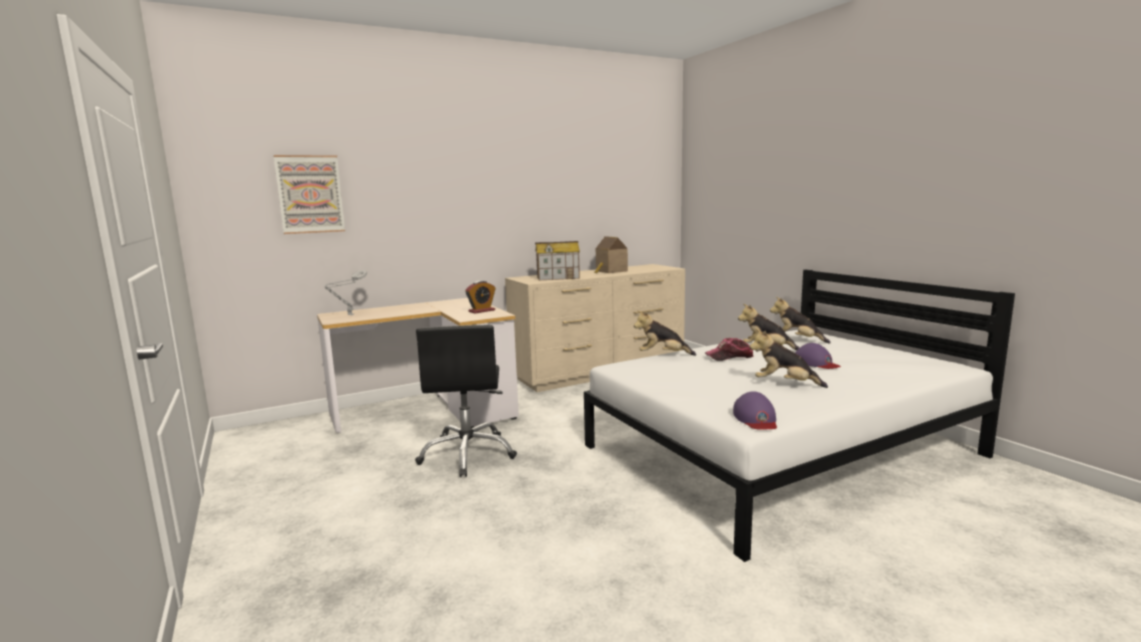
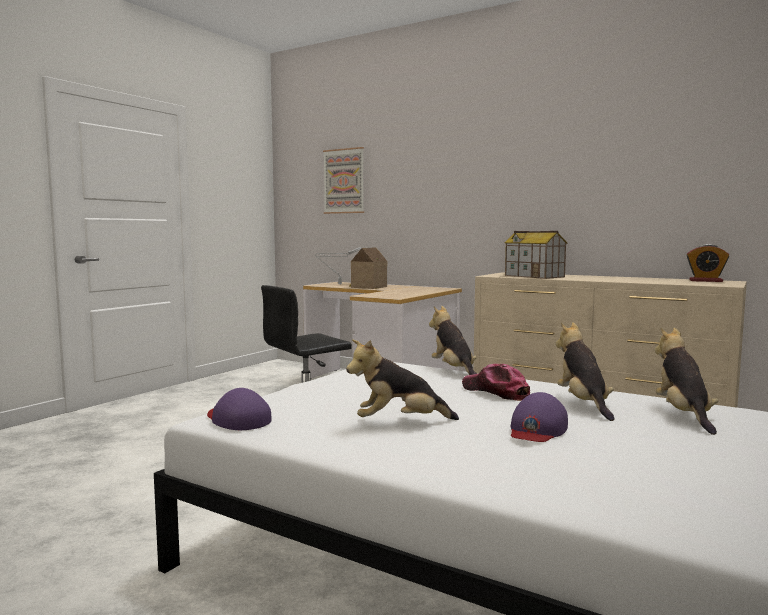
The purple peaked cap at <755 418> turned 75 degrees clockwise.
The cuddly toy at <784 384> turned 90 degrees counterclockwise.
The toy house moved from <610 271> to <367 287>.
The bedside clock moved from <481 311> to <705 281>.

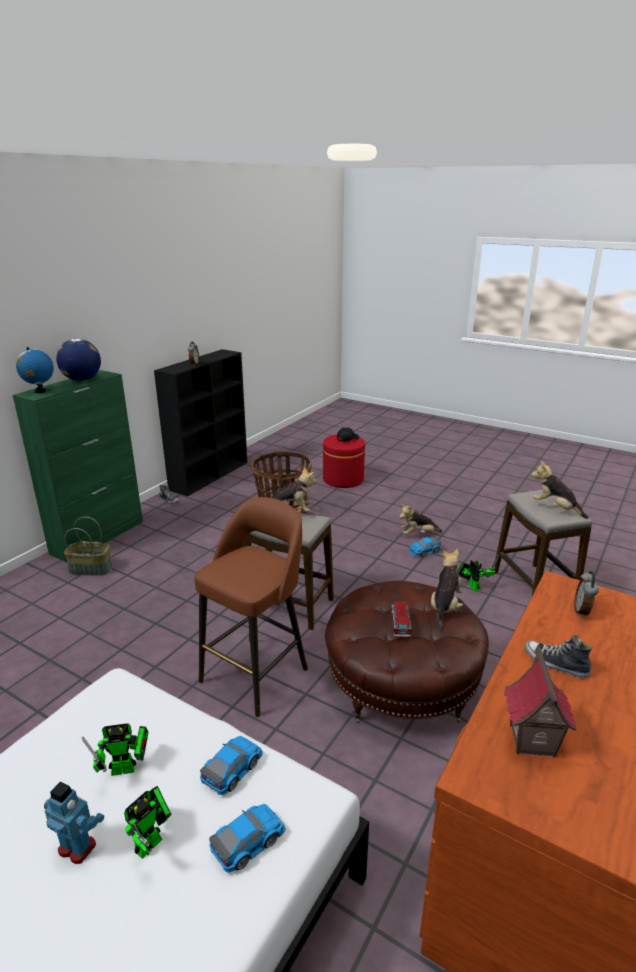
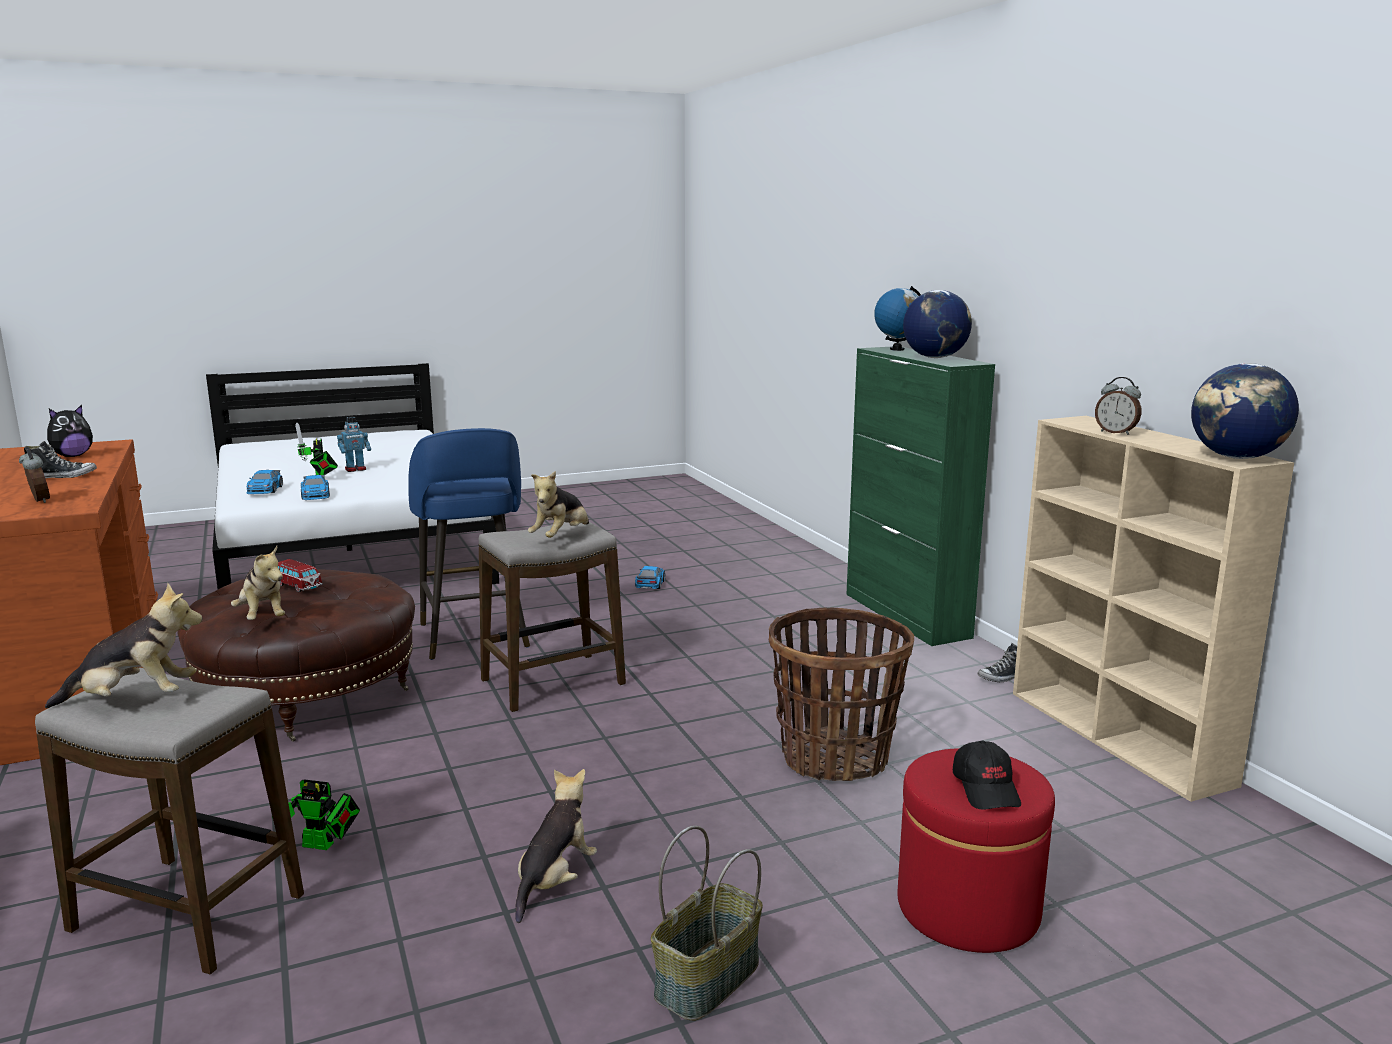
The toy house at <531 740> was replaced by the cuddly toy at <72 456>.
The brown stool seat at <256 673> became the bluish stool seat at <474 637>.
The miniature car moved from <424 551> to <650 584>.
The storage basket moved from <91 569> to <708 980>.
The blackish bookshelf at <210 475> became the beige bookshelf at <1119 737>.
The world globe at <1237 457> appeared.
The toy robot at <127 769> disappeared.

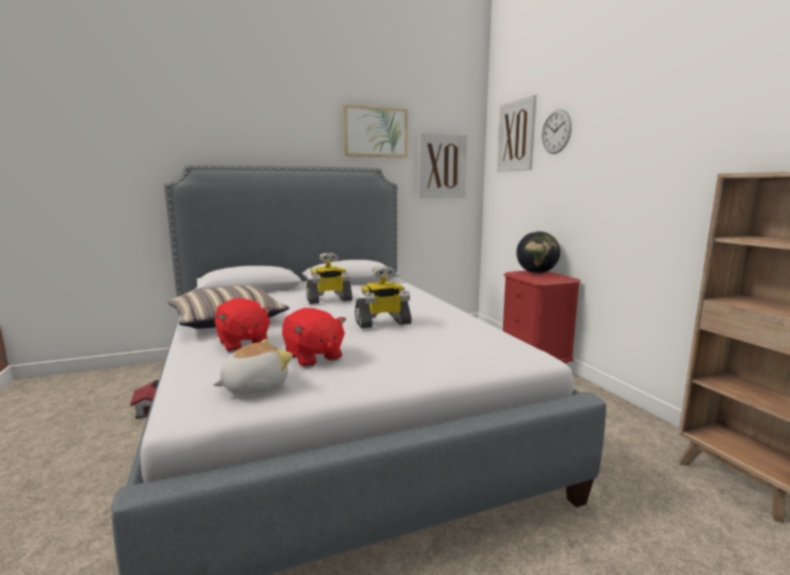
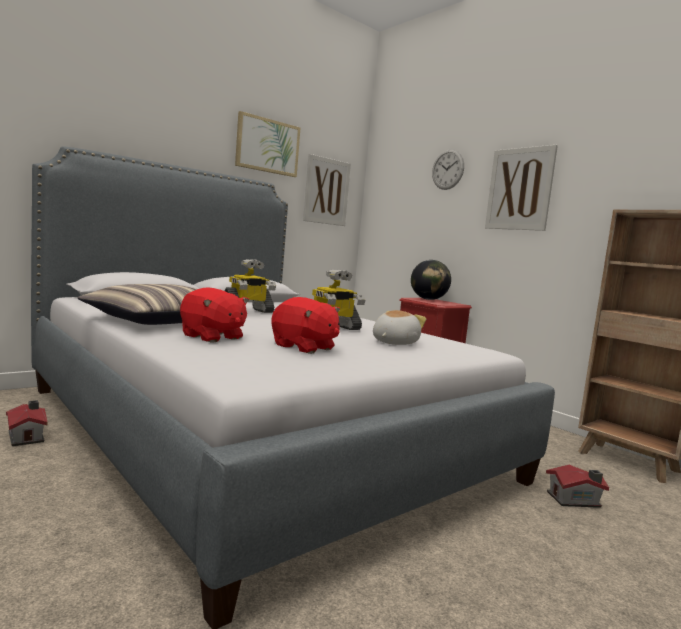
The cuddly toy moved from <254 386> to <393 343>.
The wall art moved from <516 136> to <519 189>.
The toy house at <575 500> appeared.

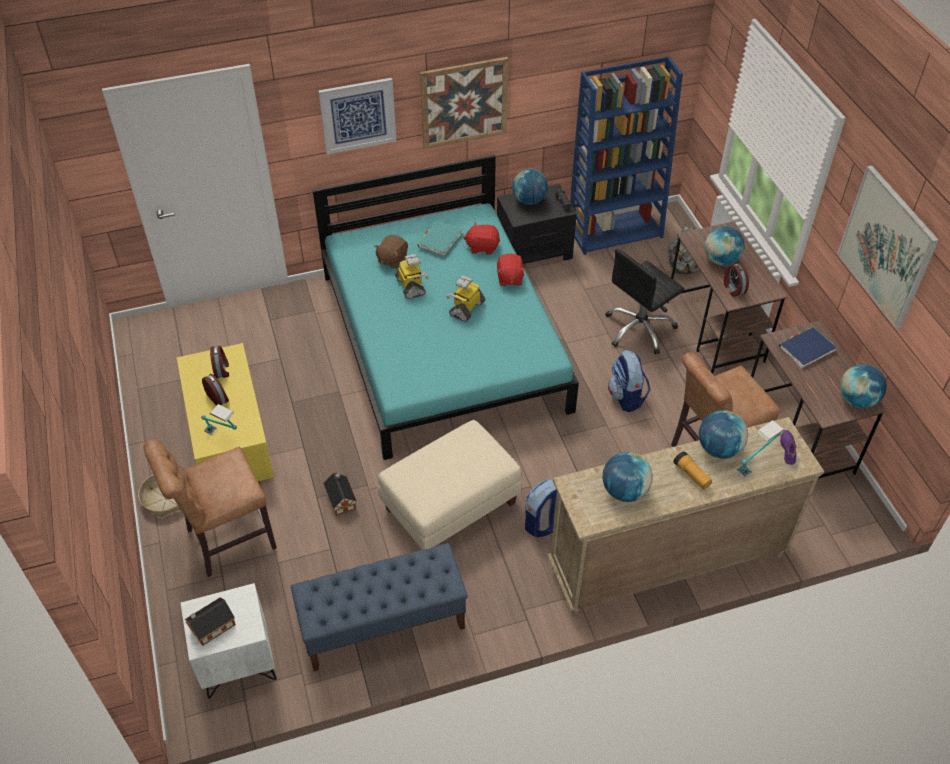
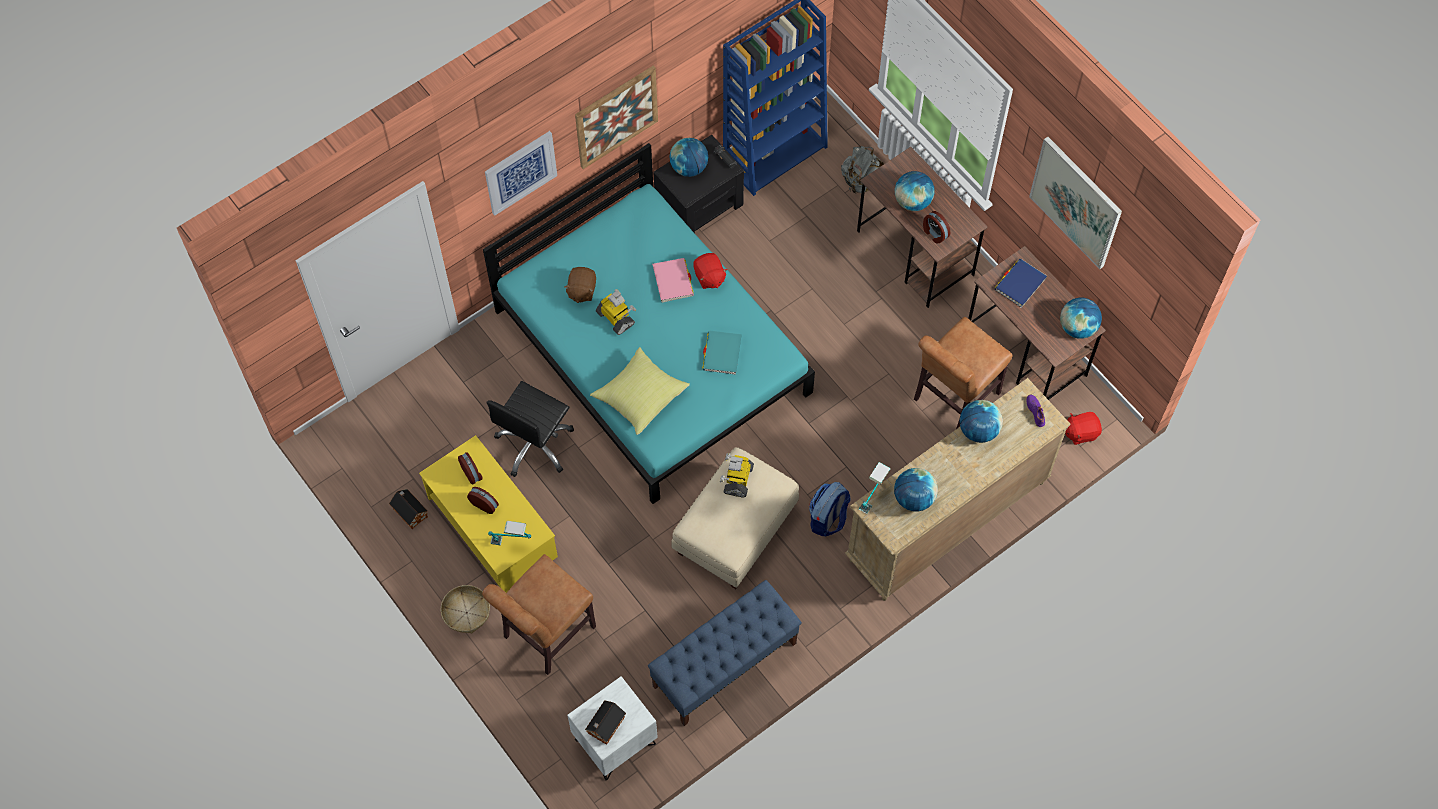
The toy house moved from <341 499> to <409 511>.
The blackish desk chair moved from <639 329> to <535 444>.
The yellow throw pillow at <640 396> appeared.
The pink-coloured book at <672 281> appeared.
The turquoise-coloured book moved from <440 240> to <722 353>.
The toy robot moved from <466 308> to <737 479>.
The table lamp moved from <755 463> to <873 495>.
The red cuddly toy moved from <482 247> to <1080 432>.
The knapsack at <626 397> disappeared.
The hand torch at <691 475> disappeared.

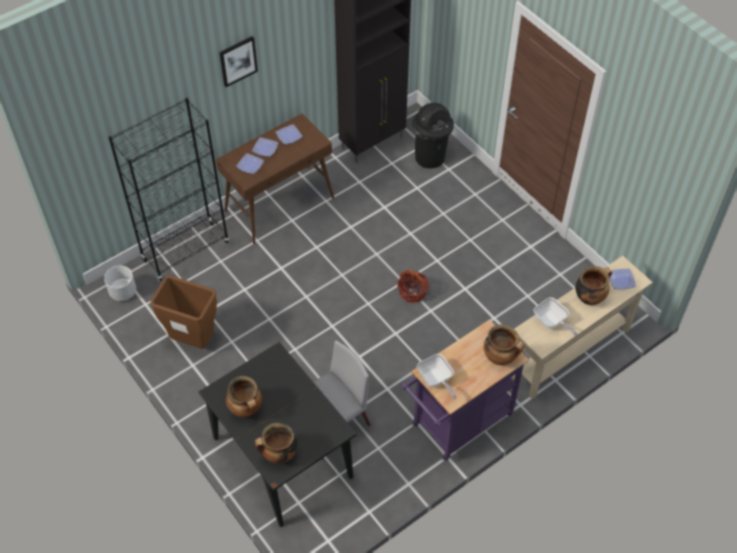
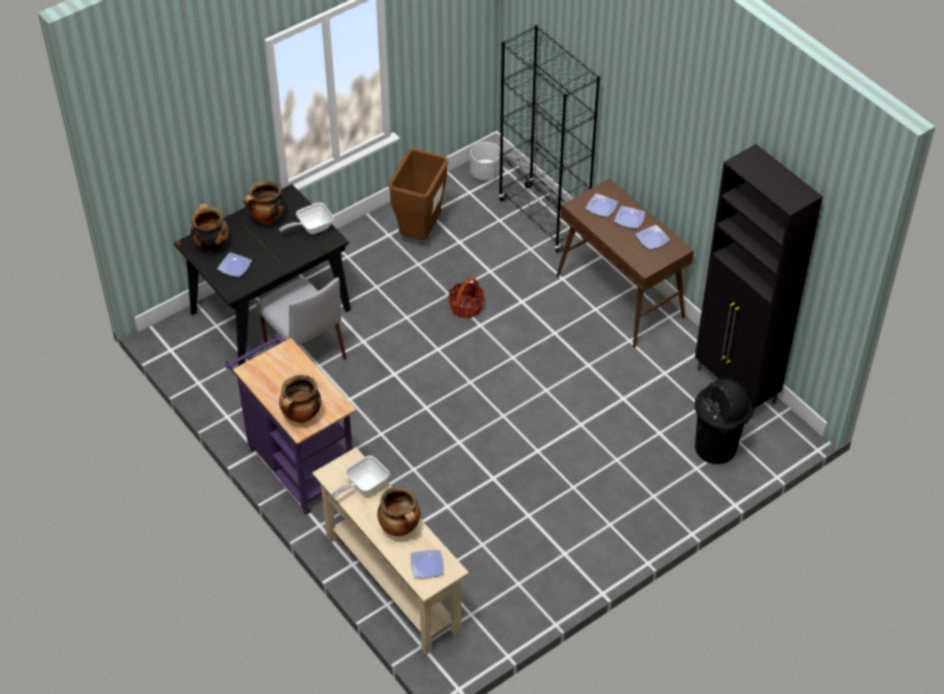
The plate at <234 266> appeared.
The frying pan moved from <436 380> to <311 228>.
The storage basket moved from <412 292> to <466 307>.
The wall art at <238 61> disappeared.

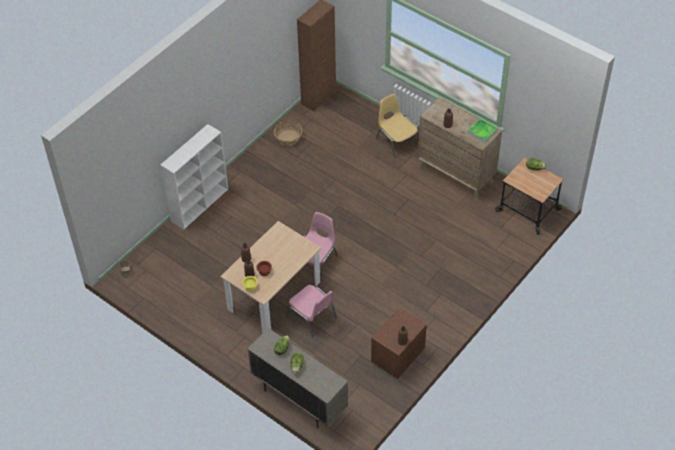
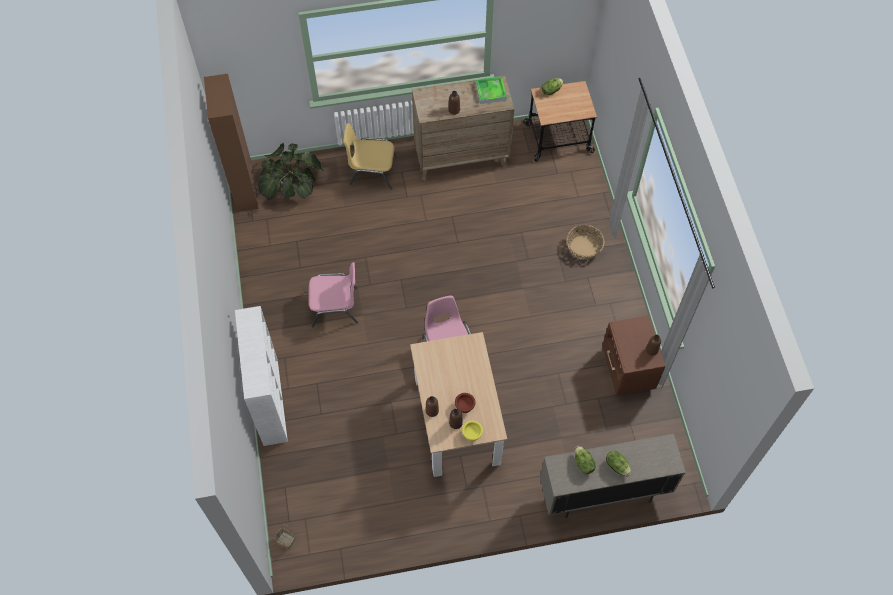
The plant in a pot at <291 185> appeared.
The pink-coloured upright chair moved from <312 317> to <335 307>.
The storage basket moved from <288 138> to <584 247>.

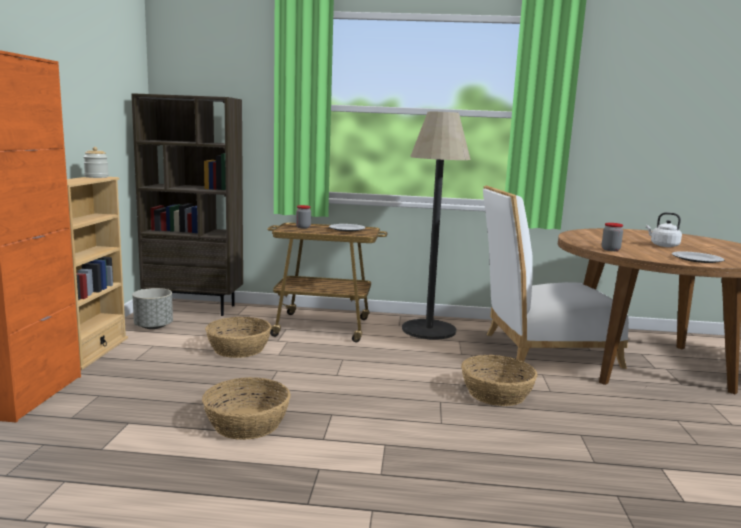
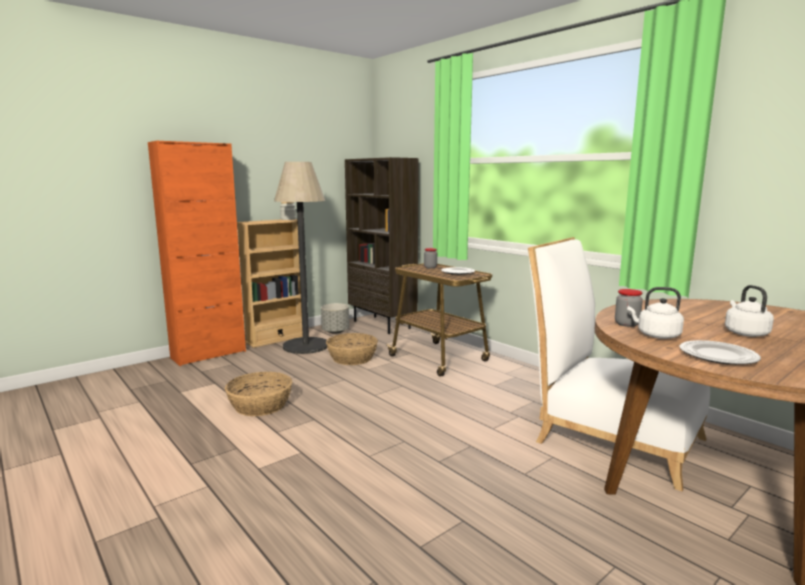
The floor lamp moved from <429 330> to <306 346>.
The white-coloured kettle at <656 335> appeared.
The storage basket at <496 393> disappeared.

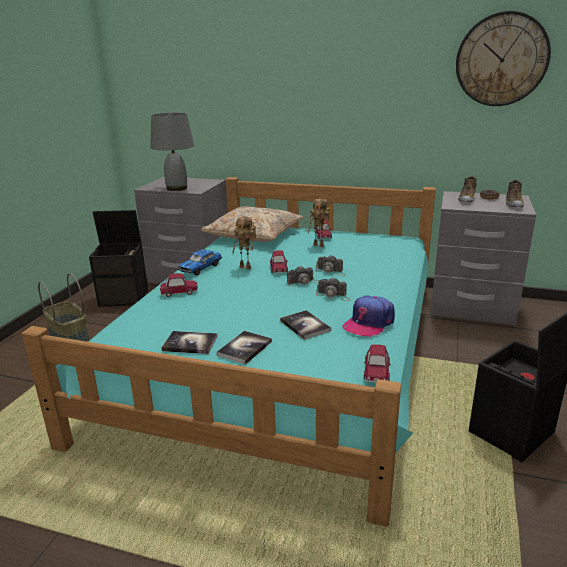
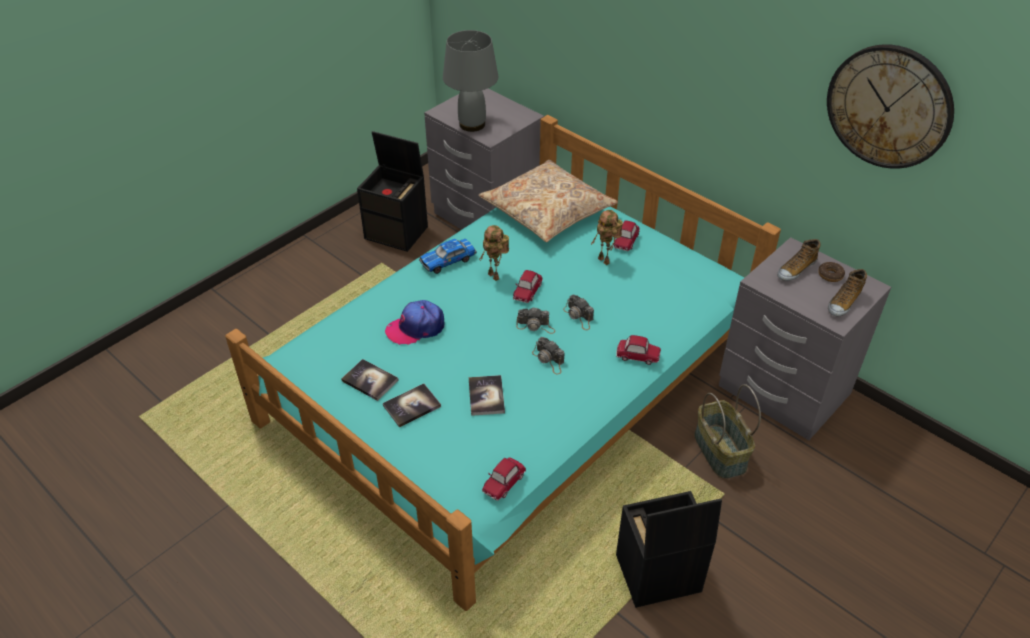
The peaked cap moved from <369 323> to <416 328>.
The miniature car moved from <179 292> to <637 355>.
The storage basket moved from <68 339> to <718 451>.

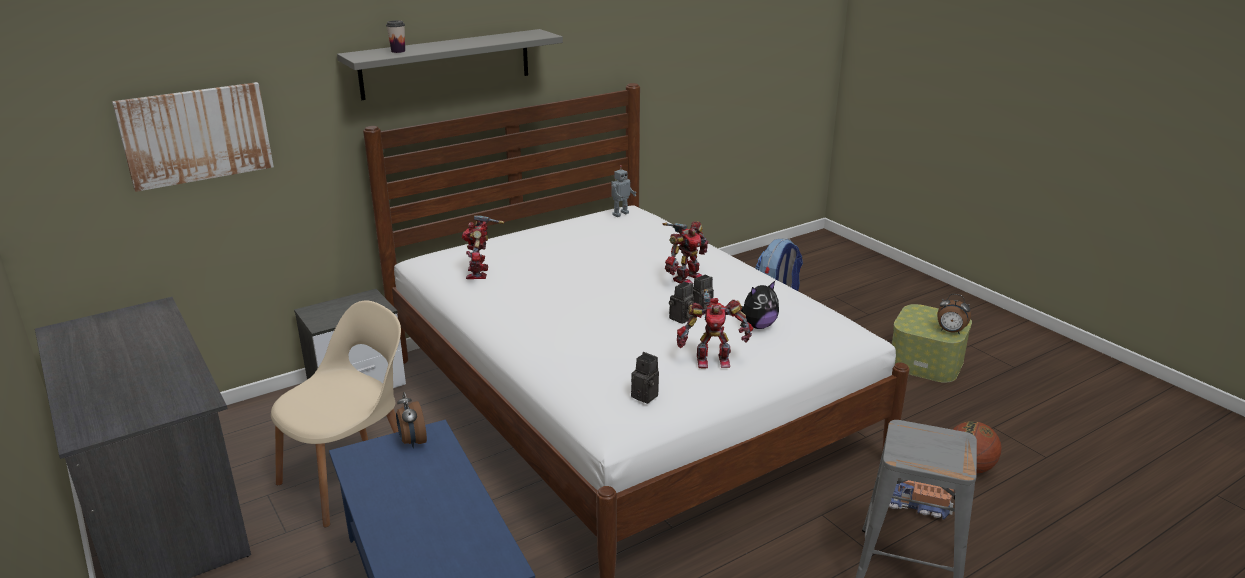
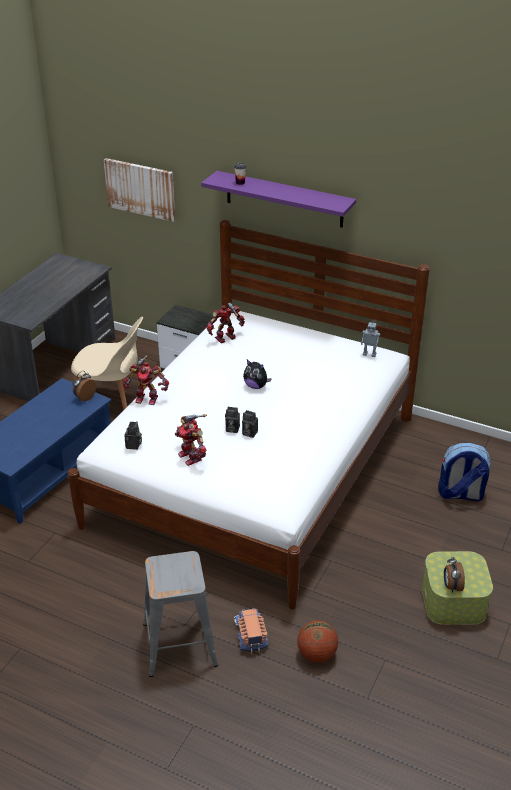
The toy robot moved from <686 278> to <147 398>.
The grey bracket shelf at <446 64> became the purple bracket shelf at <284 199>.
The cuddly toy moved from <758 326> to <256 386>.

